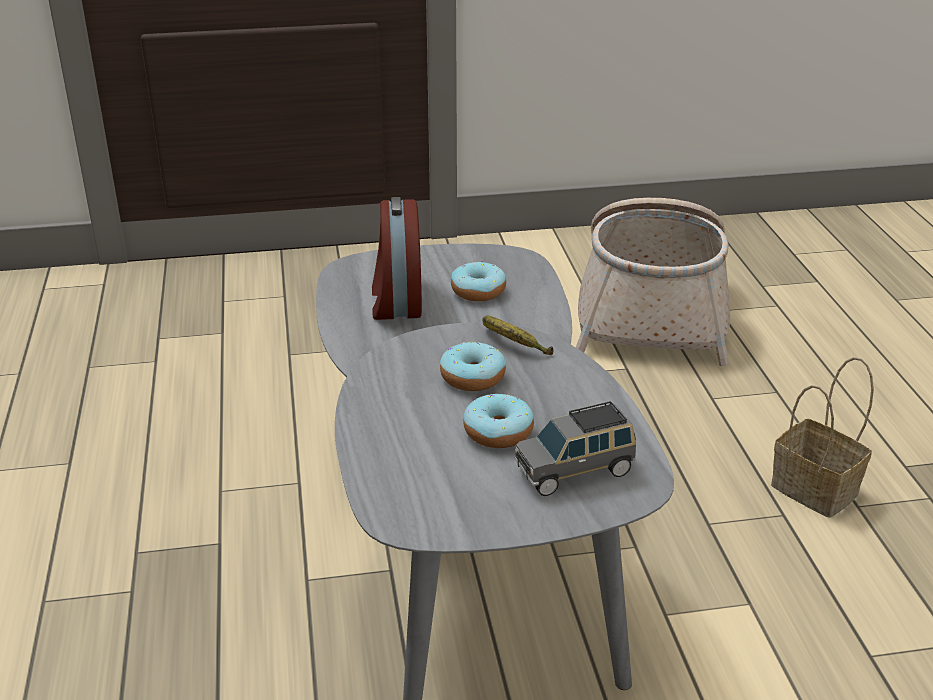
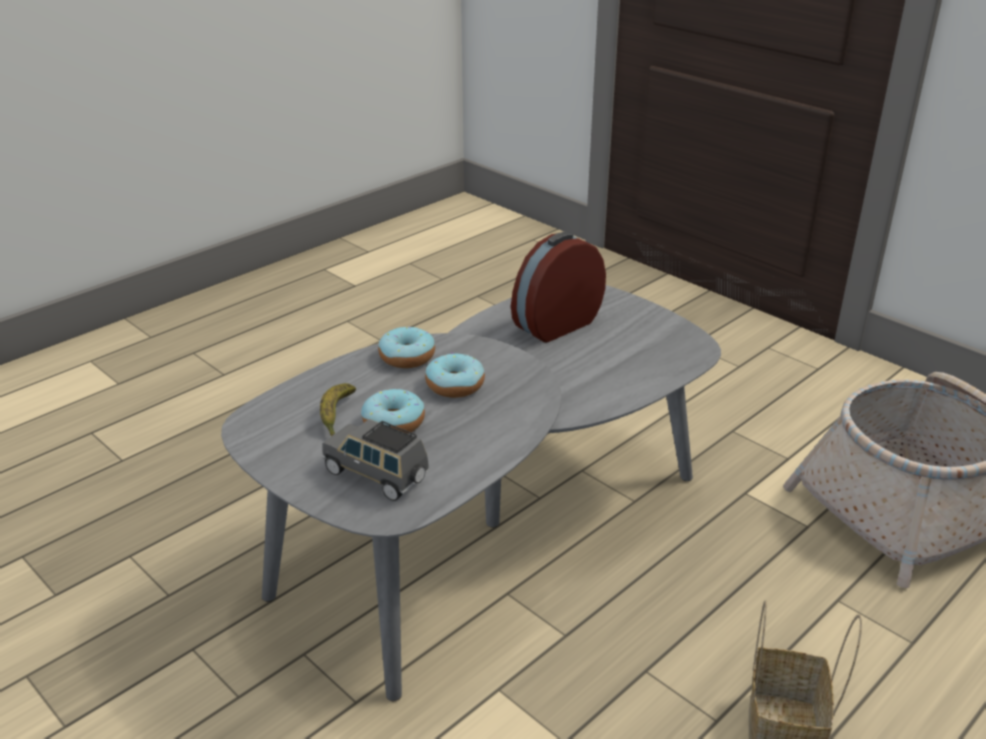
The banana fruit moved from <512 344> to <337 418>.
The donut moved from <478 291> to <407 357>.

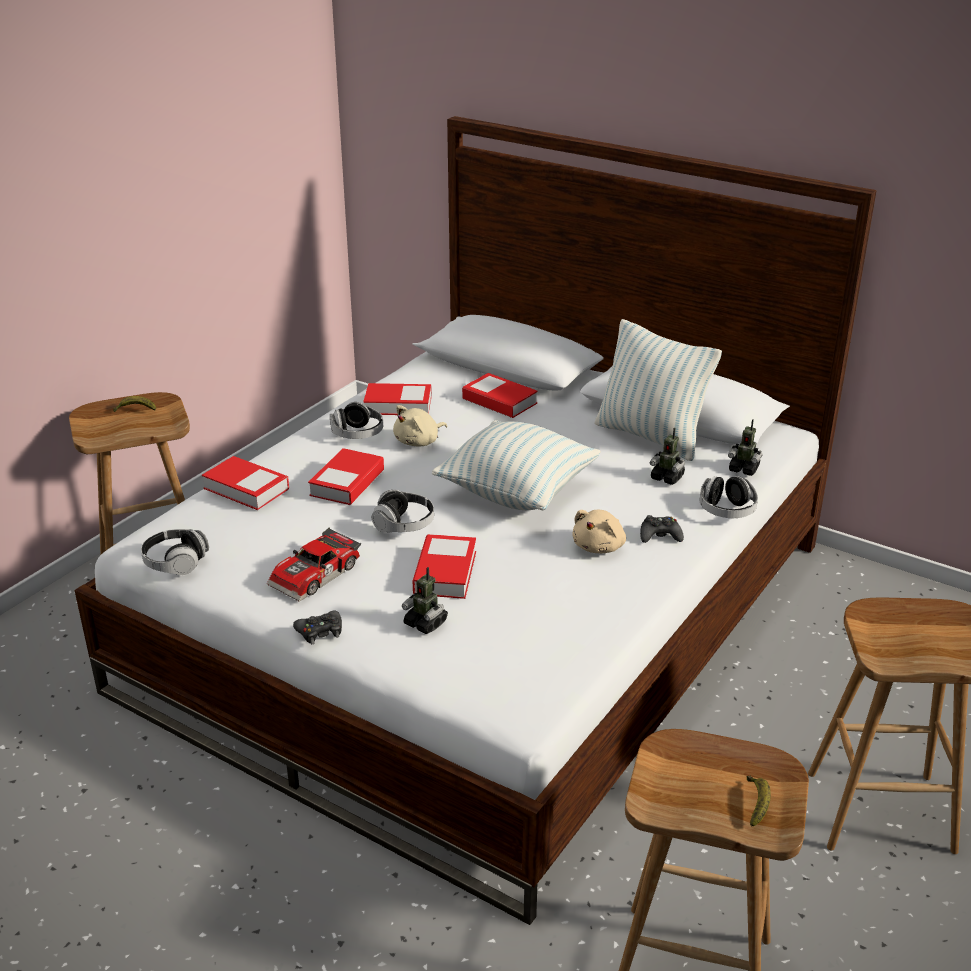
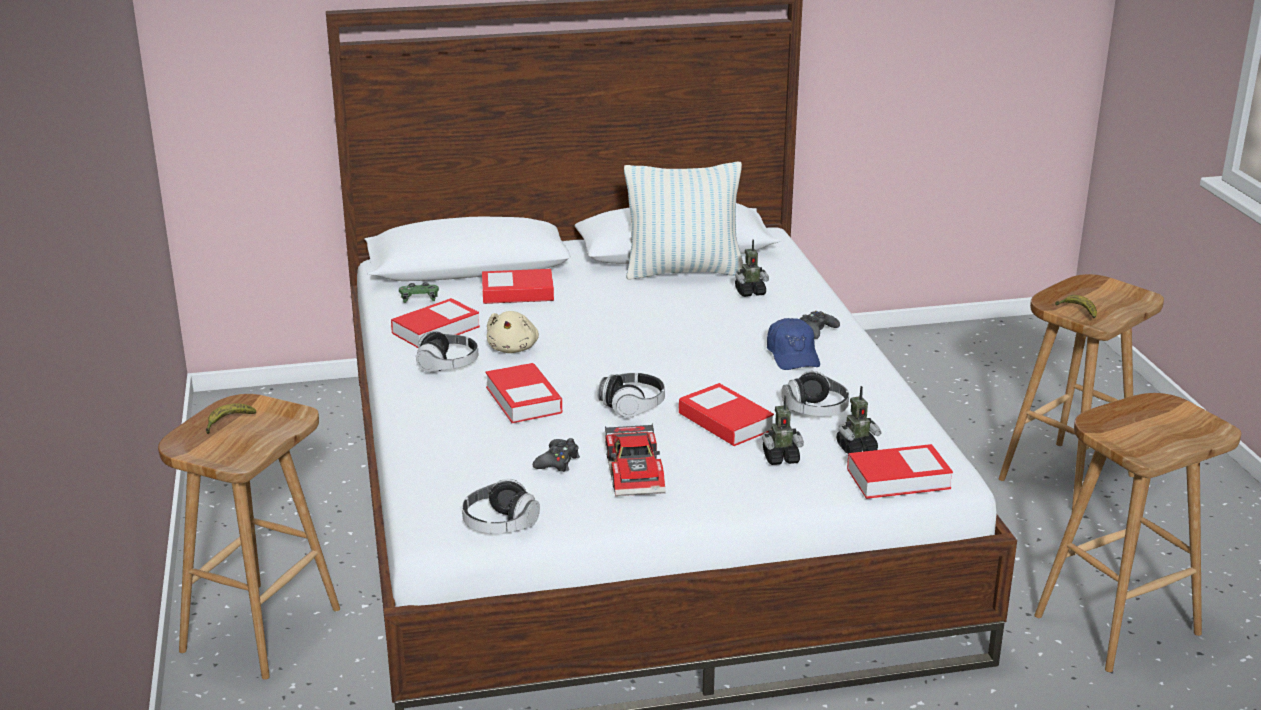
The green game controller at <419 300> appeared.
The blackish game controller moved from <320 632> to <557 462>.
The beige cuddly toy at <600 546> was replaced by the bluish peaked cap at <793 355>.
The headphones moved from <726 511> to <815 411>.
The toy robot moved from <744 469> to <856 448>.
The book moved from <246 489> to <898 479>.
The banana fruit moved from <757 804> to <1077 311>.
The throw pillow at <517 492> disappeared.

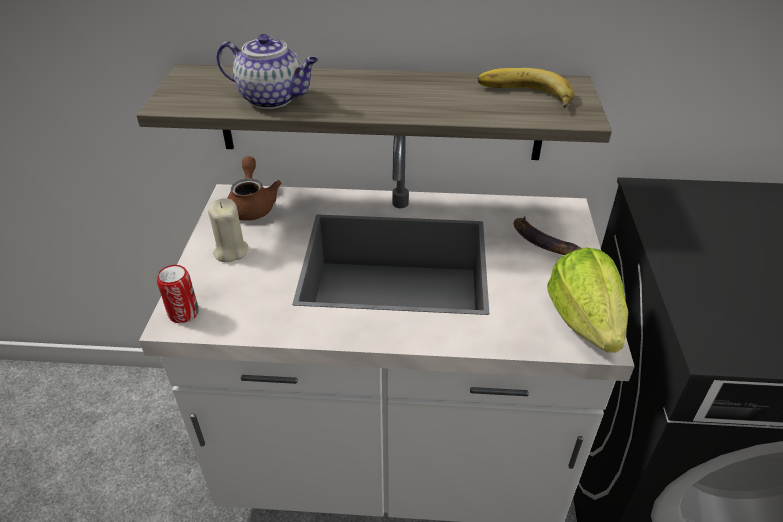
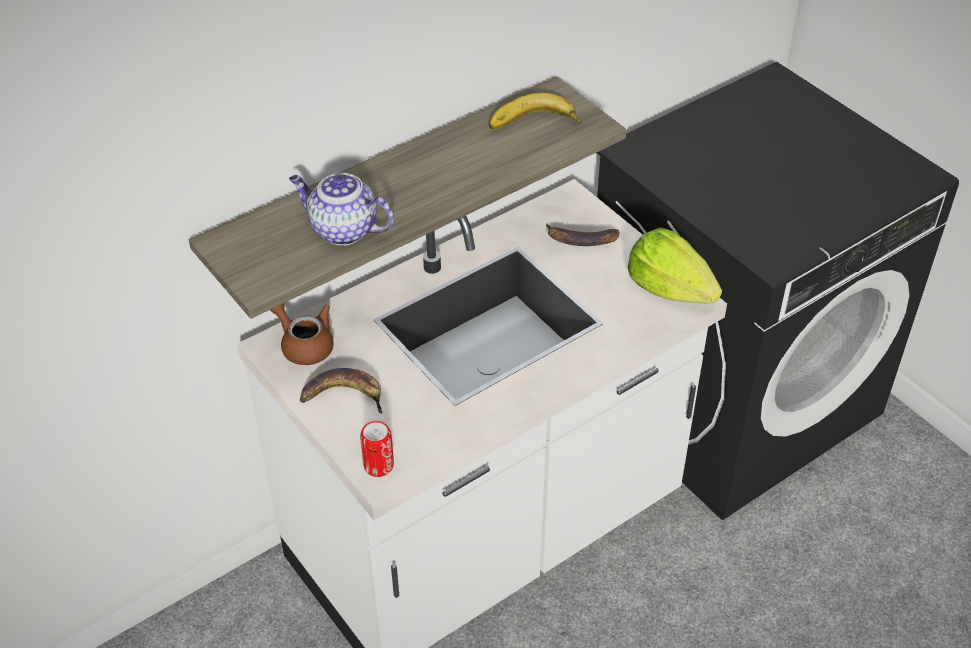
The teapot at <273 98> turned 135 degrees counterclockwise.
The beige wax candle at <230 251> was replaced by the banana fruit at <344 395>.

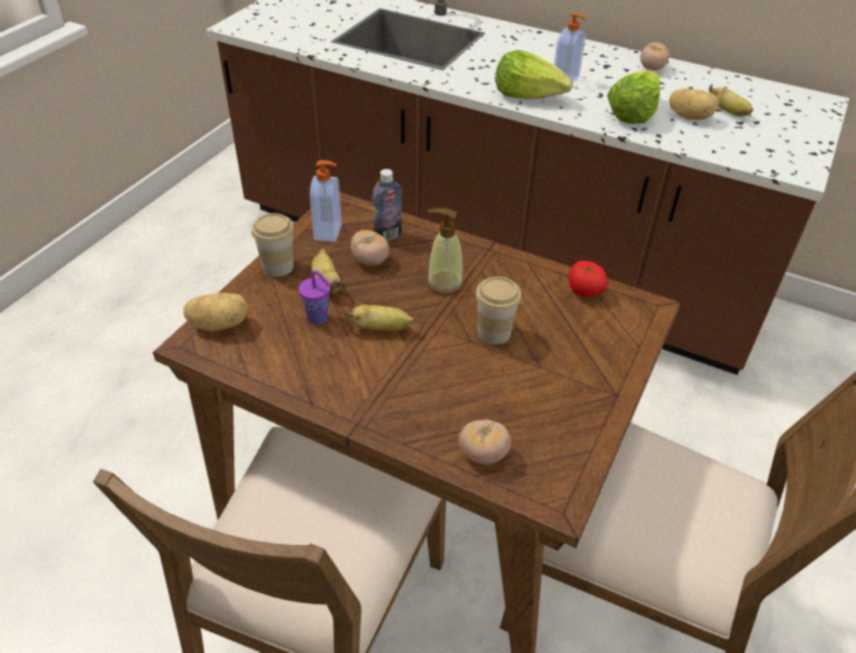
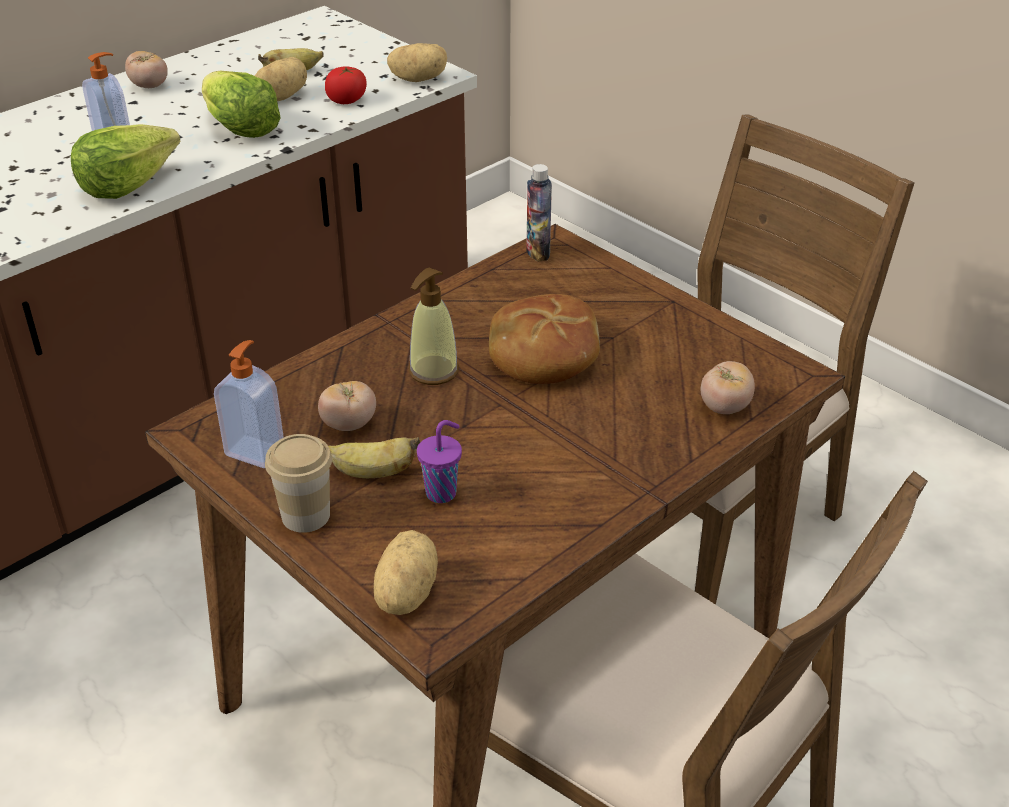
The fresh tomato moved from <584 291> to <347 100>.
The spud at <418 79> appeared.
The small cup at <494 332> was replaced by the bread at <543 355>.
The beverage bottle moved from <387 235> to <538 252>.
The banana fruit at <381 328> disappeared.

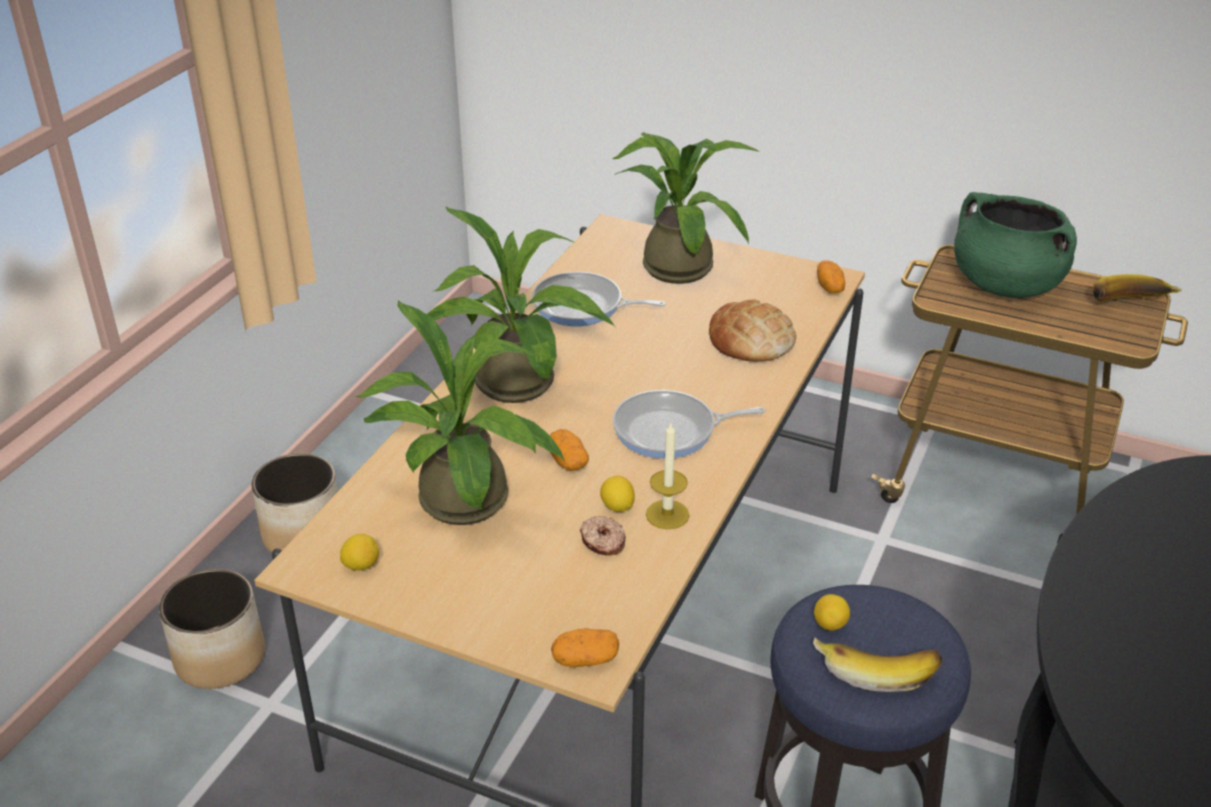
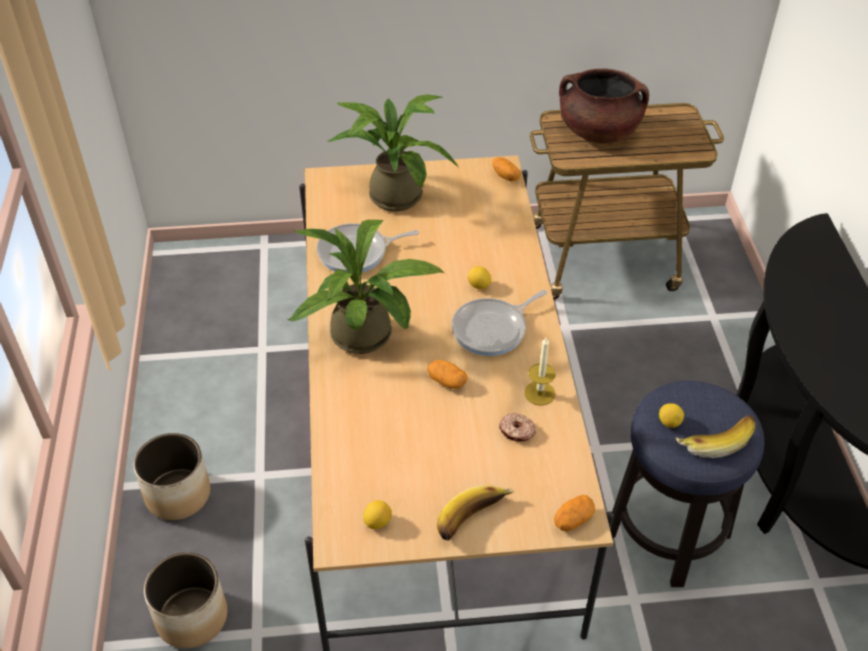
The banana fruit moved from <1131 304> to <474 521>.
The whole lemon moved from <617 507> to <479 286>.
The green stockpot at <1005 284> became the brown stockpot at <598 132>.
The plant in a pot at <468 507> disappeared.
The bread at <751 340> disappeared.

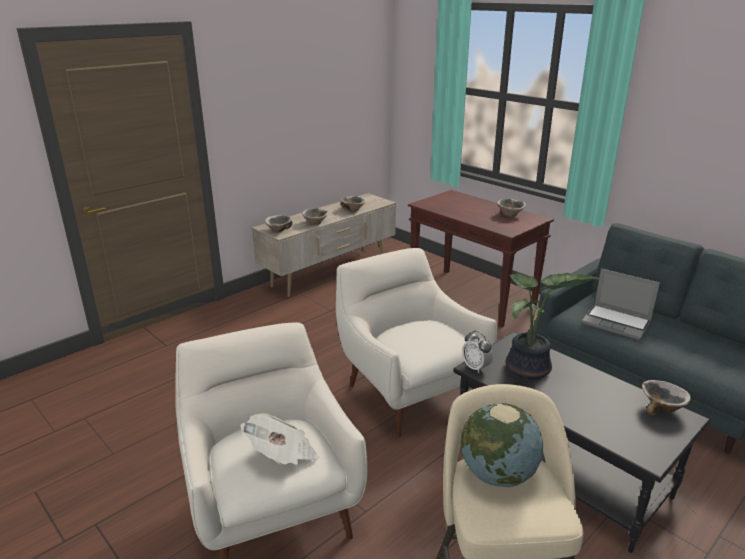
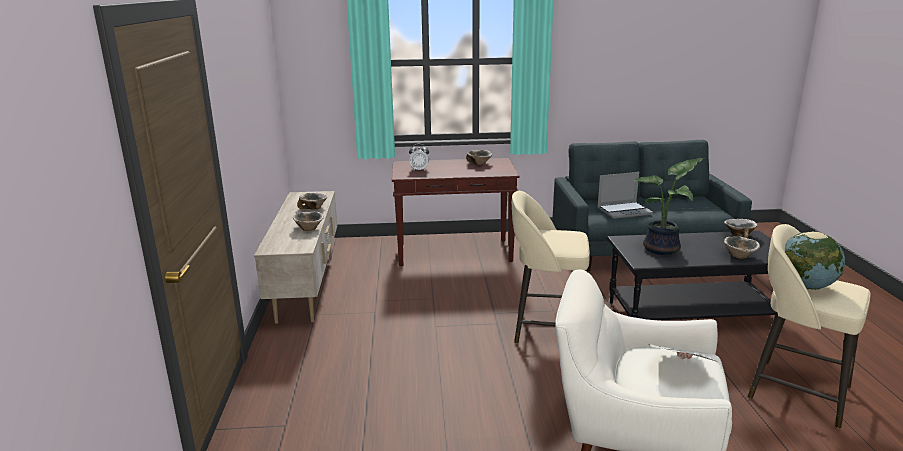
The bedside clock moved from <476 367> to <419 170>.
The white-coloured lounge chair at <409 391> was replaced by the beige stool seat at <547 328>.
The bowl moved from <279 230> to <739 256>.

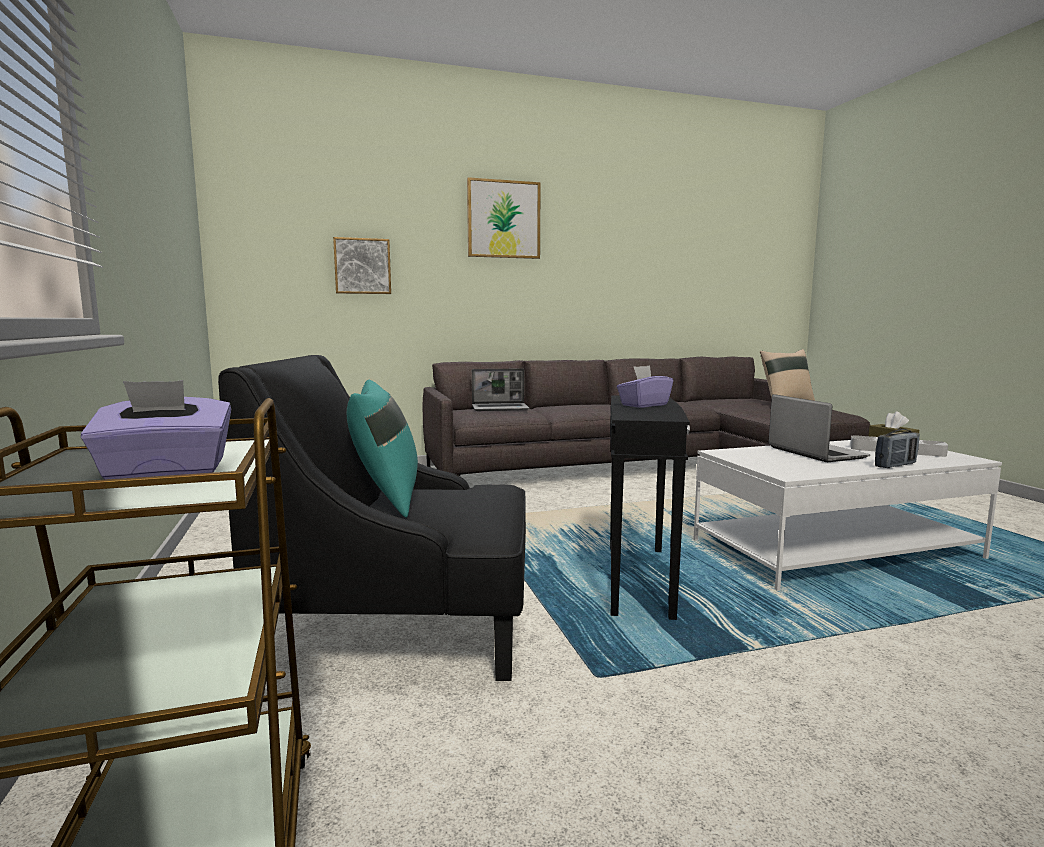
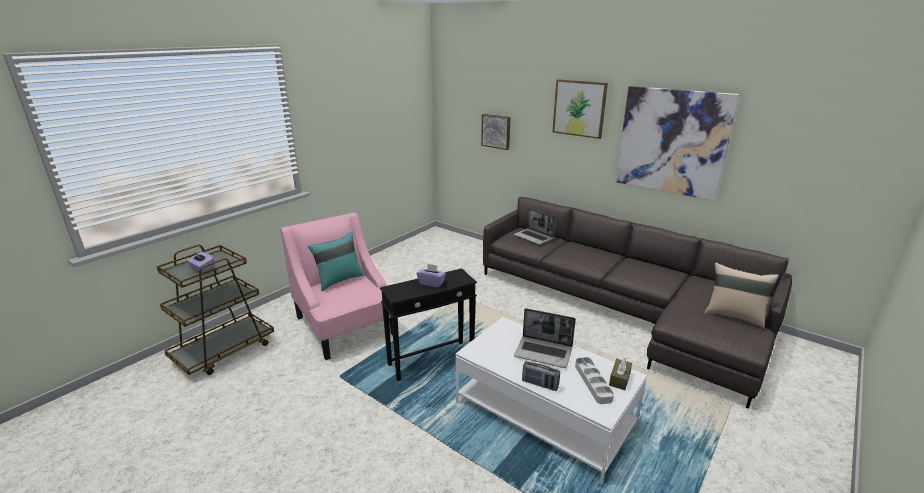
The blackish lounge chair at <404 624> became the pink-coloured lounge chair at <346 325>.
The laptop at <814 452> turned 75 degrees clockwise.
The wall art at <672 142> appeared.

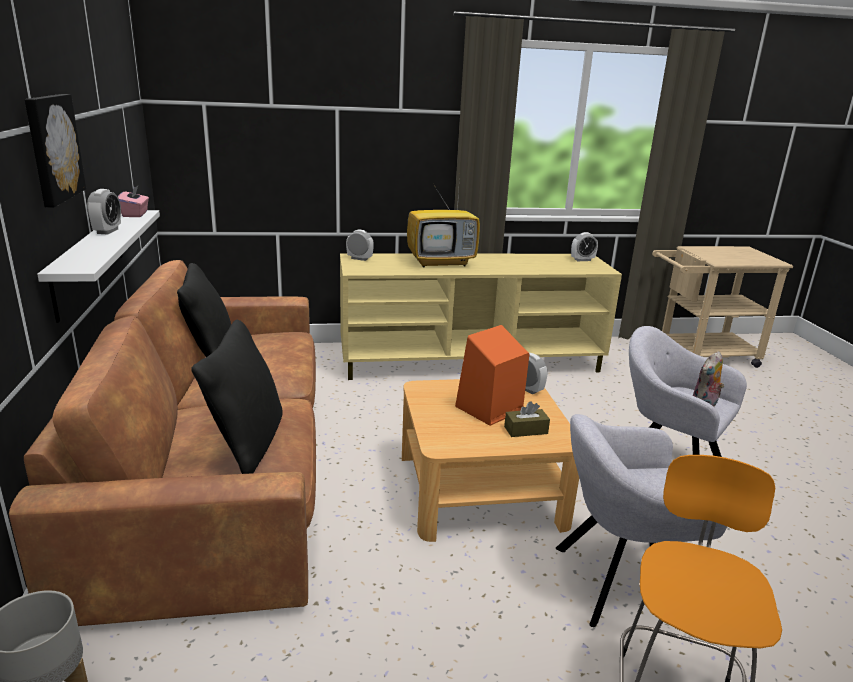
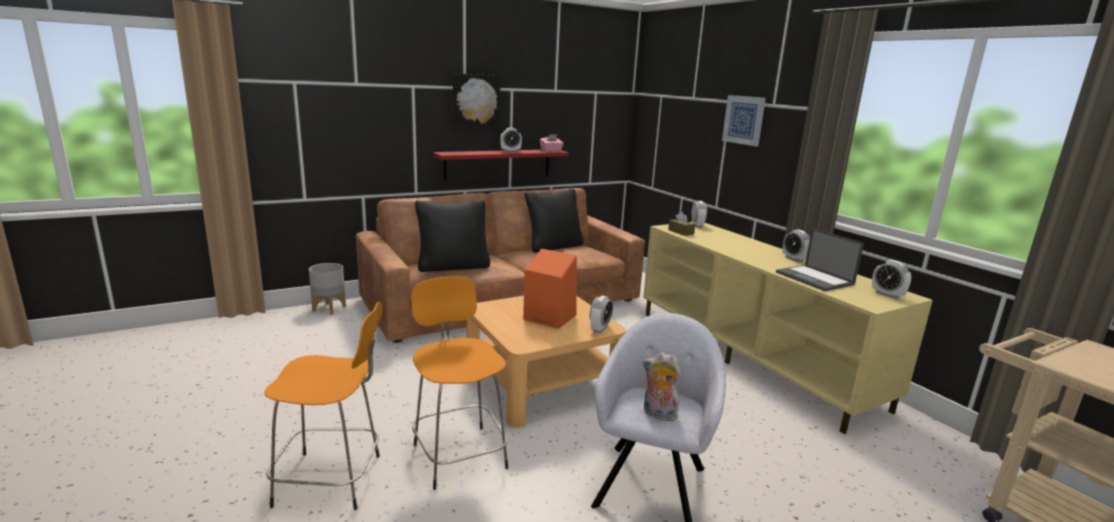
The grey lounge chair at <619 581> was replaced by the orange-coloured stool seat at <458 454>.
The white-coloured bracket shelf at <89 260> became the red bracket shelf at <498 164>.
The brown tissue box moved from <526 430> to <681 232>.
The wall art at <744 120> appeared.
The laptop at <815 279> appeared.
The bedside clock at <794 259> appeared.
The TV at <442 262> disappeared.

